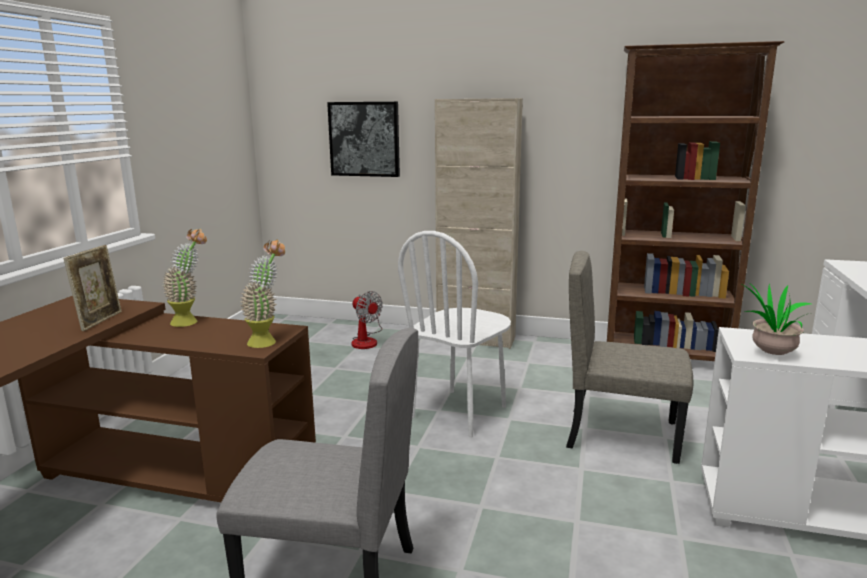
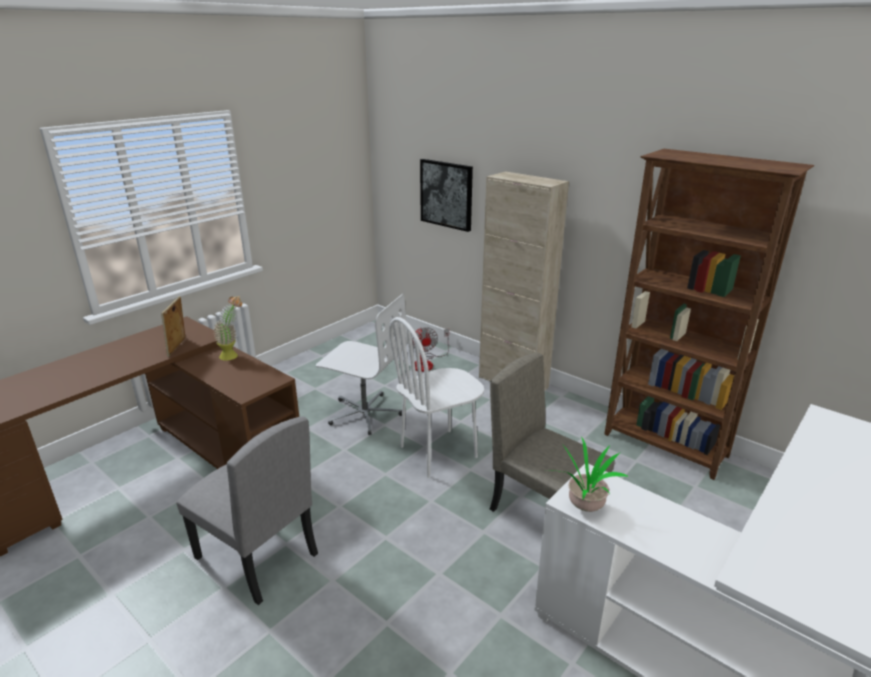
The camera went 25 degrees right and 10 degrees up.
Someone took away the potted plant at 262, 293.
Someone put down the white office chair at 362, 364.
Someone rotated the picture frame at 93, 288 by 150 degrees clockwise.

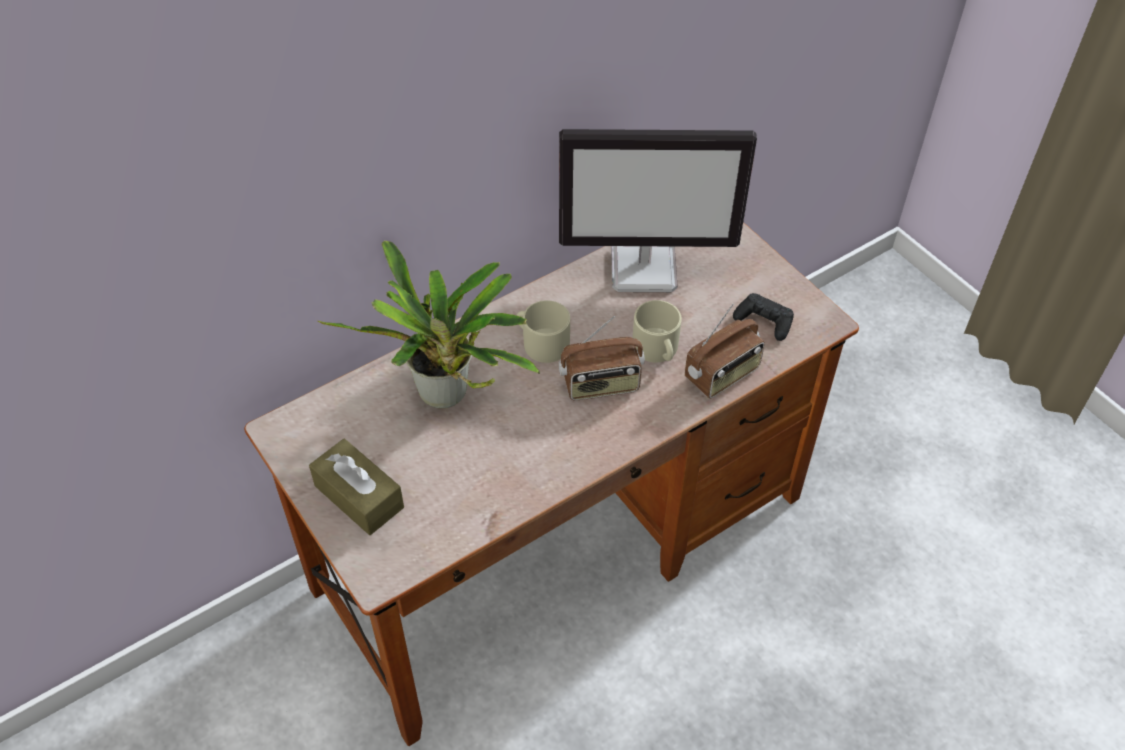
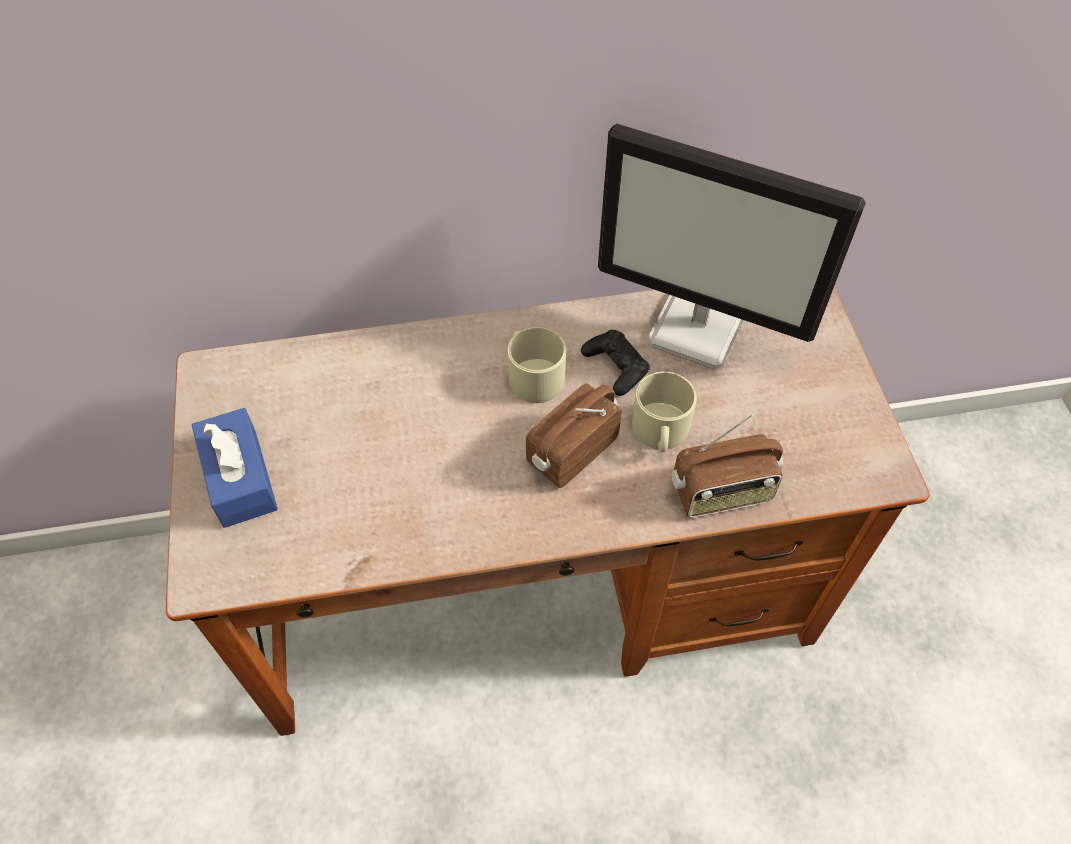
The camera went 25 degrees right and 5 degrees up.
Someone took away the potted plant at 428, 324.
Someone carried the black game controller from 763, 317 to 615, 363.
Someone repainted the brown tissue box at 356, 487, which became the blue tissue box at 235, 468.
Someone rotated the radio at 601, 358 by 120 degrees clockwise.

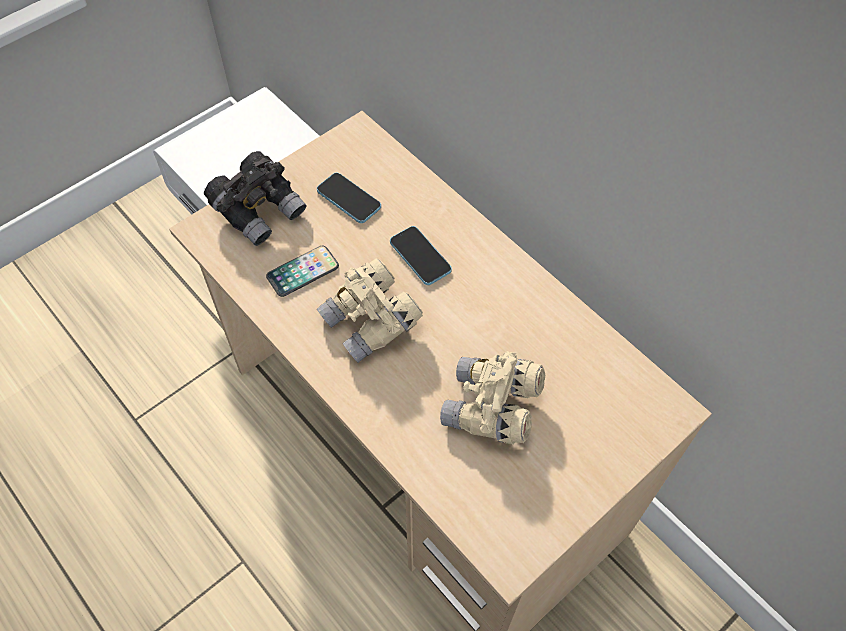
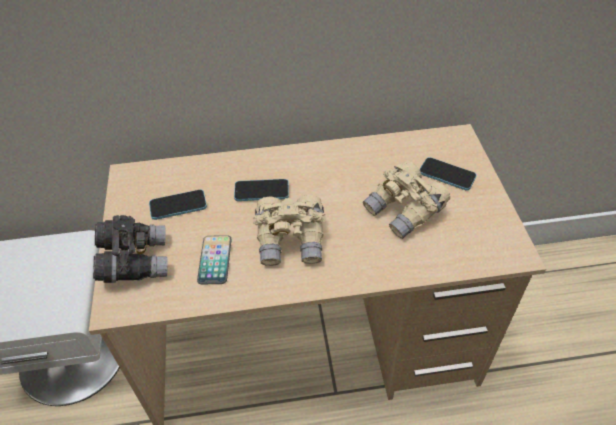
The camera went 55 degrees left and 10 degrees down.
Someone put down the phone at 448, 173.

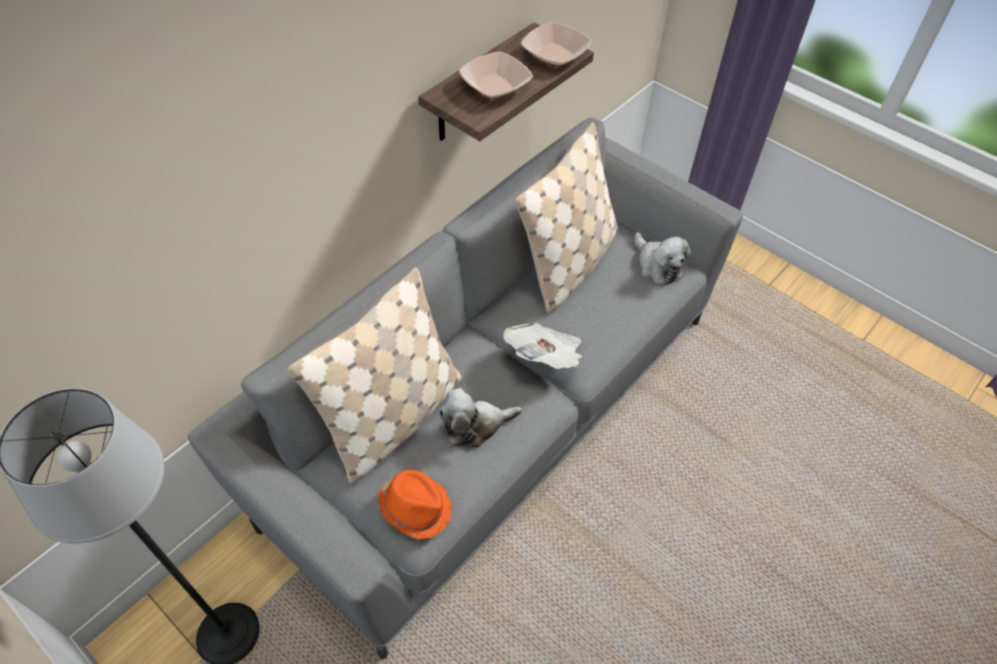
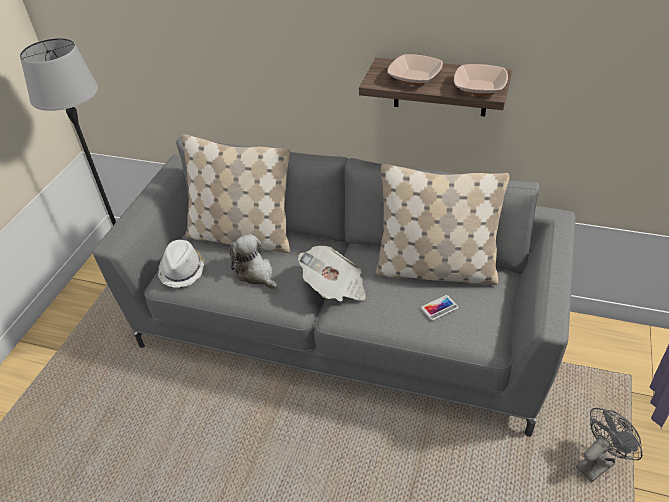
The camera went 70 degrees right and 10 degrees down.
Someone took away the plush toy at 663, 258.
Someone put down the phone at 440, 307.
Someone put down the grey fan at 609, 445.
Someone repainted the orange hat at 415, 505, which became the white hat at 181, 264.

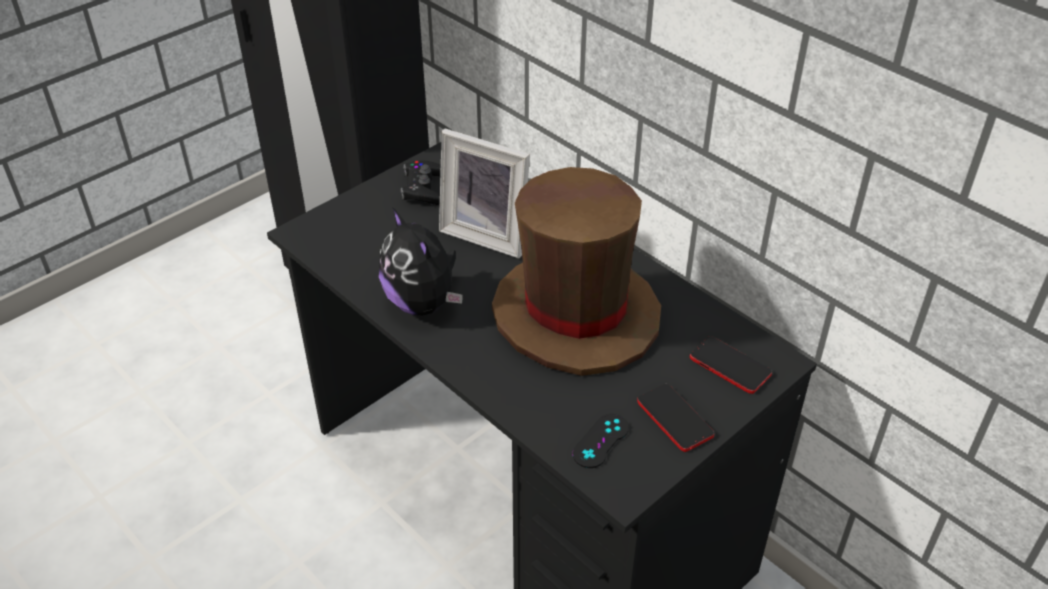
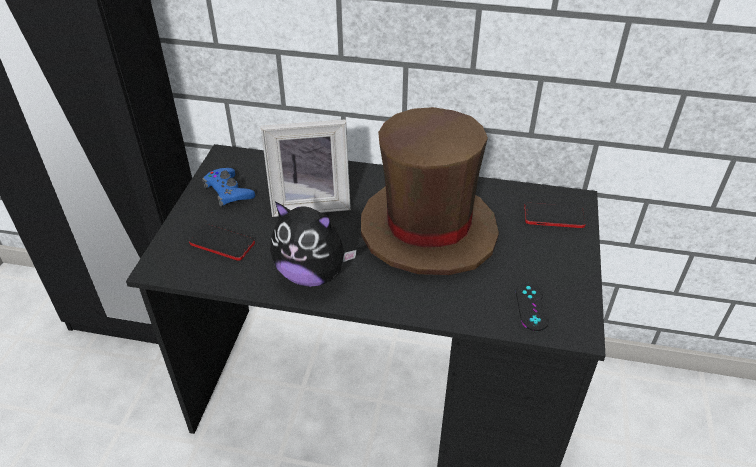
The camera went 35 degrees left and 0 degrees up.
Someone carried the phone from 675, 418 to 222, 242.
Someone repainted the black game controller at 420, 182, which became the blue game controller at 228, 187.

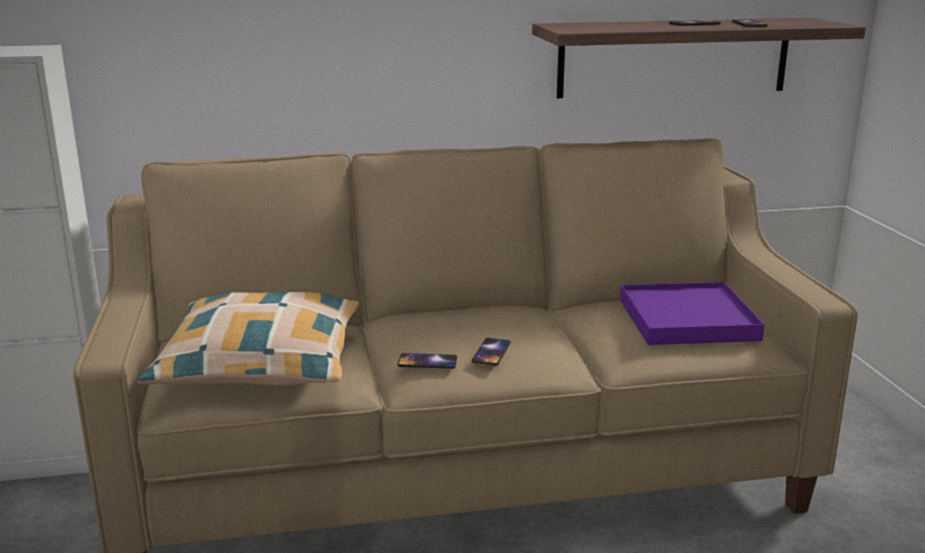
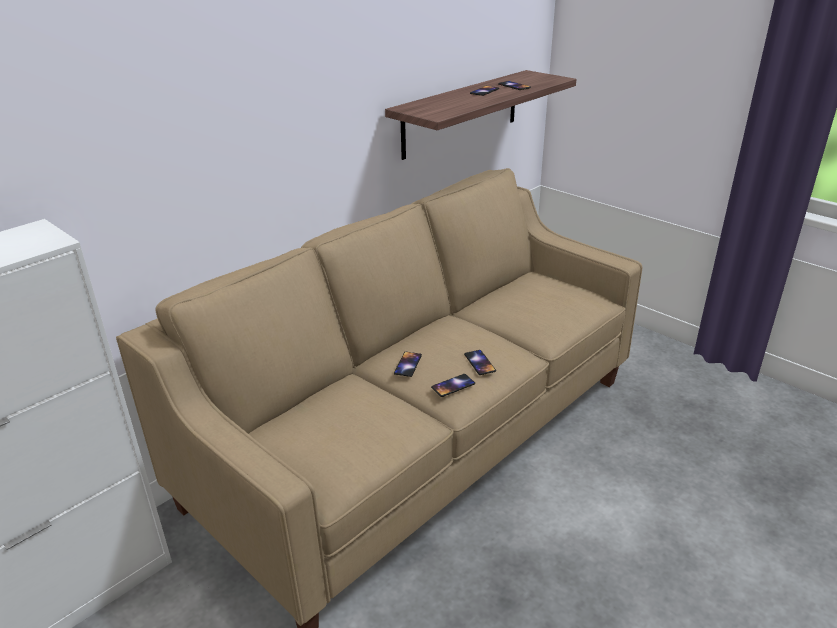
The camera went 35 degrees left and 10 degrees up.
Someone took away the pillow at 248, 339.
Someone took away the purple tray at 692, 313.
Someone put down the phone at 408, 364.

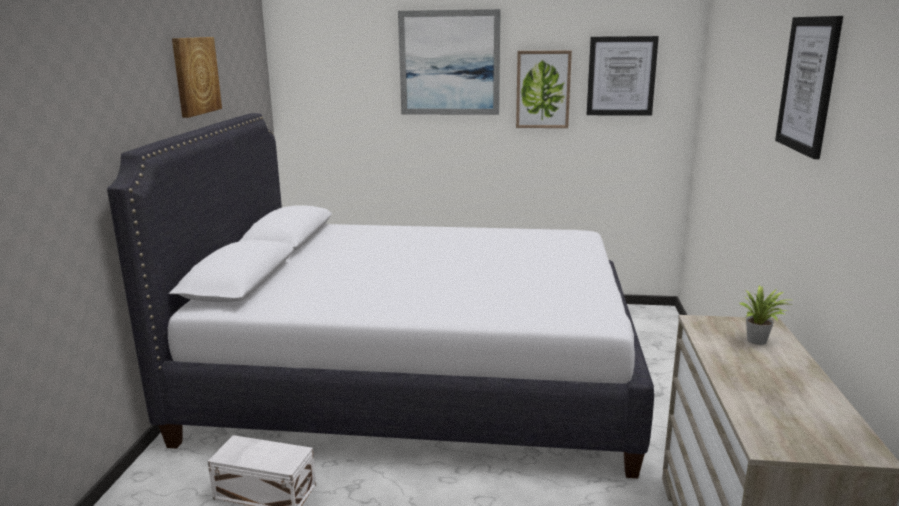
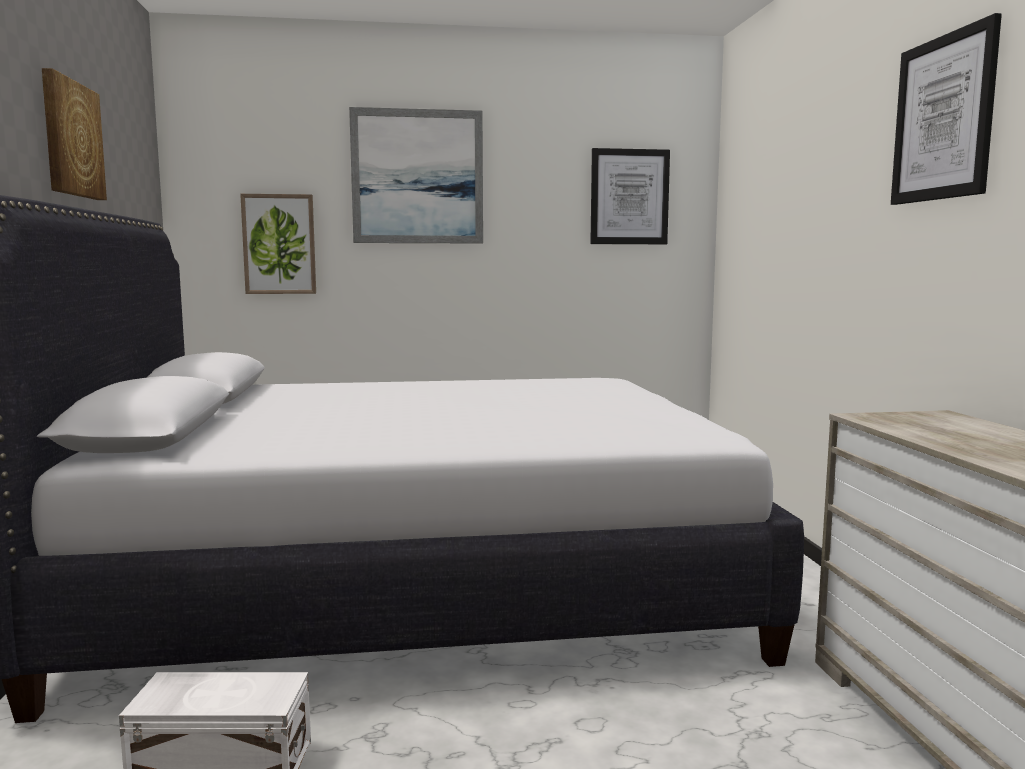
The camera went 15 degrees left and 10 degrees down.
Someone took away the potted plant at 765, 315.
Someone carried the picture from 544, 89 to 278, 244.

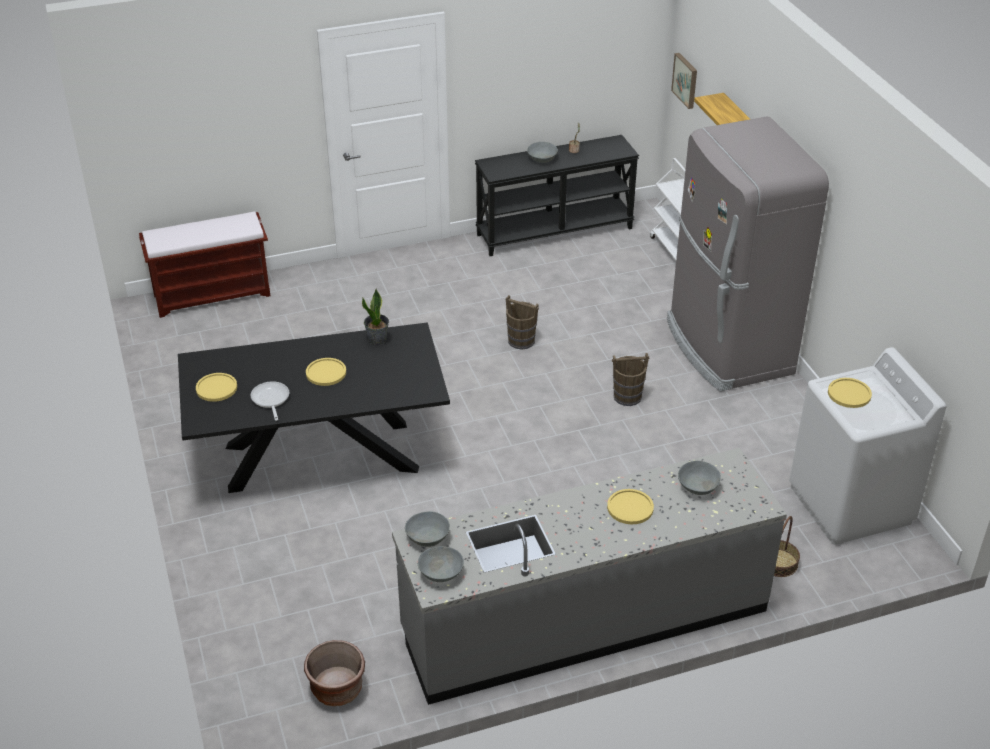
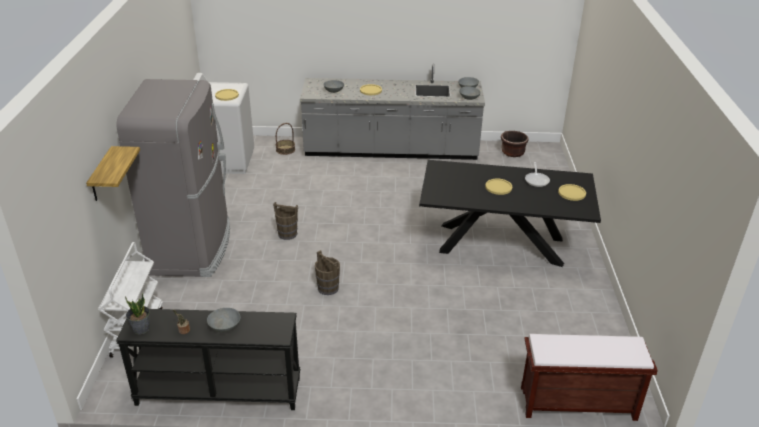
The camera went 160 degrees left and 5 degrees down.
Someone took away the picture at 684, 81.
Someone carried the potted plant from 375, 317 to 137, 313.

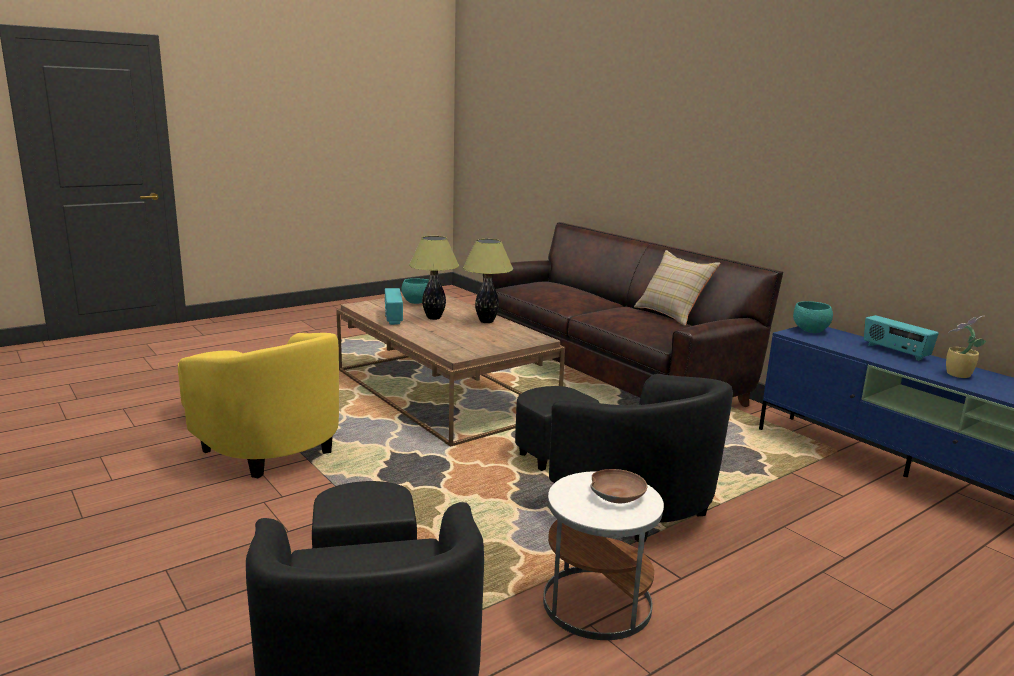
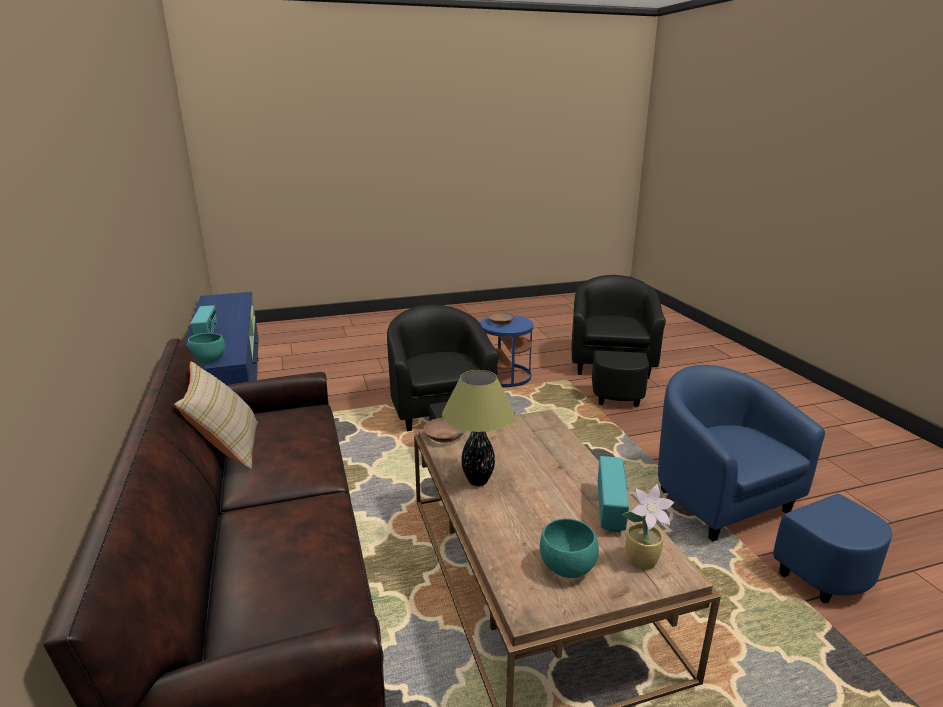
The camera went 160 degrees left and 5 degrees up.
Someone took away the table lamp at 434, 278.
Someone put down the brown bowl at 444, 430.
Someone carried the potted plant from 966, 347 to 648, 527.
Someone repainted the yellow armchair at 258, 406, which became the blue armchair at 775, 484.
Someone repainted the white side table at 603, 555, which became the blue side table at 507, 351.

